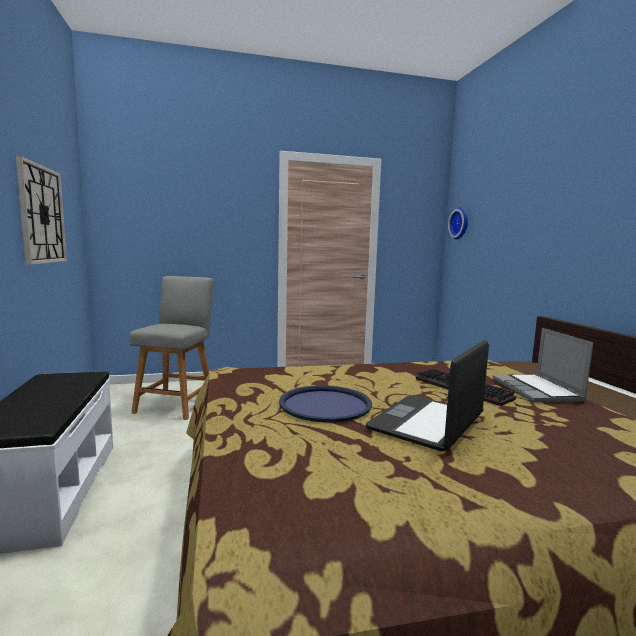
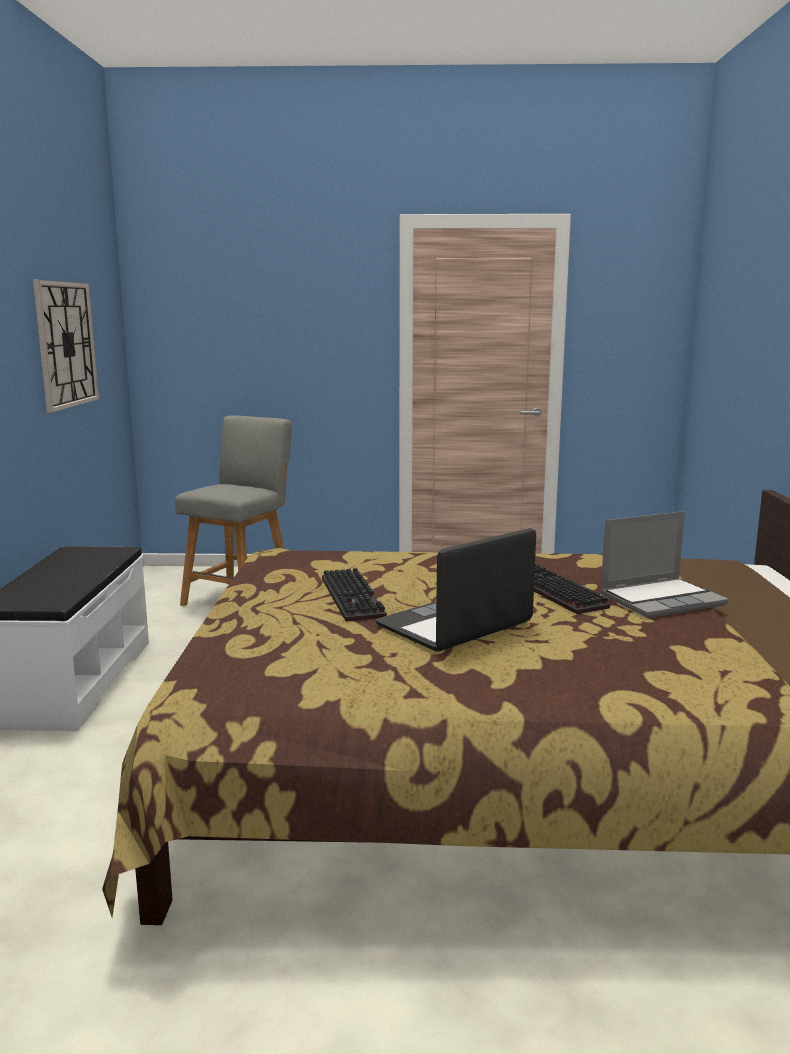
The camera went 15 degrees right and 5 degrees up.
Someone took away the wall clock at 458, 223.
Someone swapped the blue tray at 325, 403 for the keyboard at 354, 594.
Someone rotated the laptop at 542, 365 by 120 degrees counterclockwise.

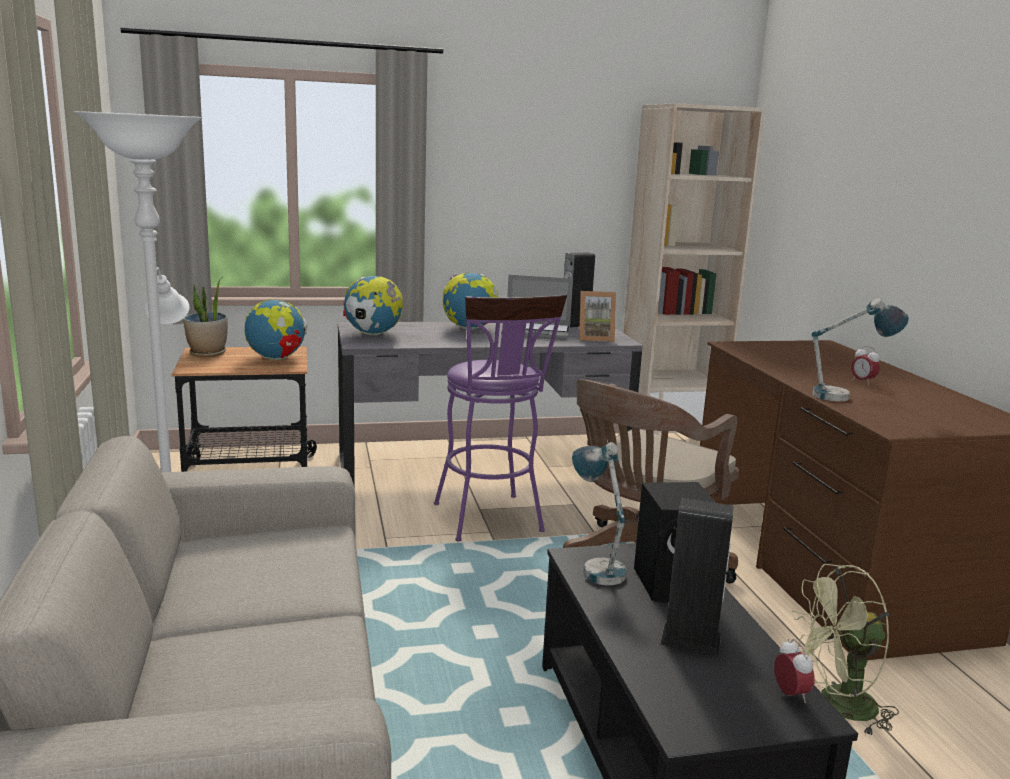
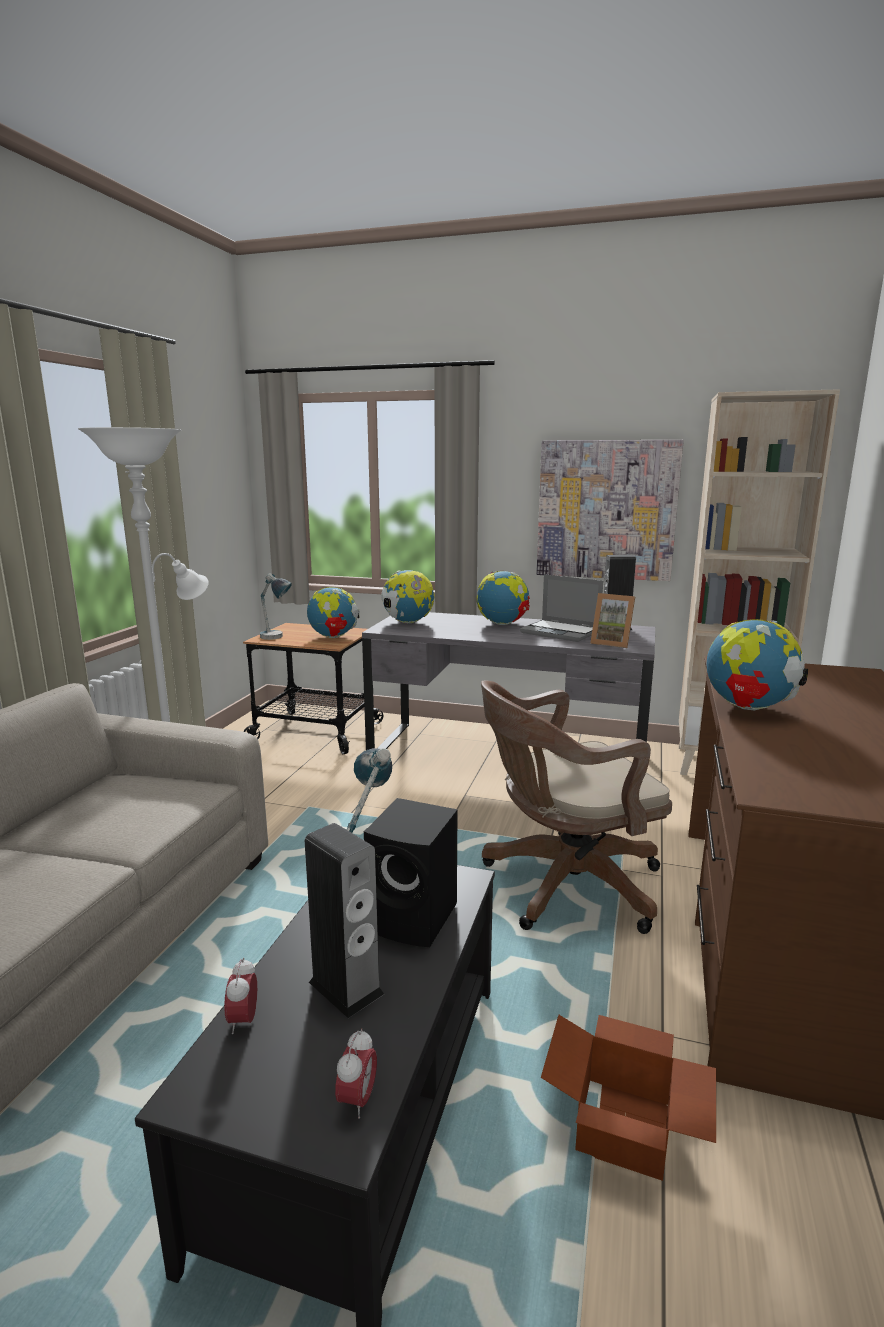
The camera went 30 degrees right and 0 degrees up.
Someone took away the potted plant at 205, 317.
Someone took away the purple stool at 500, 418.
Someone put up the picture at 610, 510.
Someone put down the globe at 757, 665.
Someone carried the table lamp from 860, 350 to 276, 606.
Someone carried the alarm clock from 865, 365 to 240, 996.
Someone swapped the green fan at 845, 650 for the cardboard box at 628, 1098.

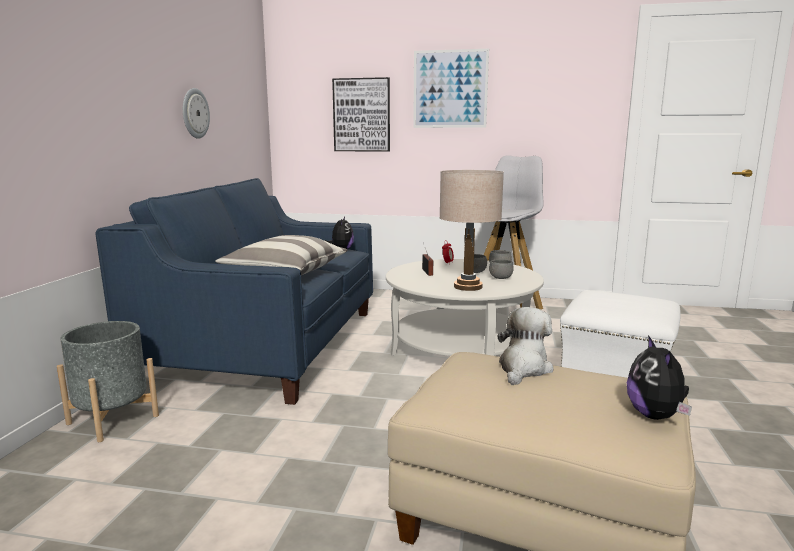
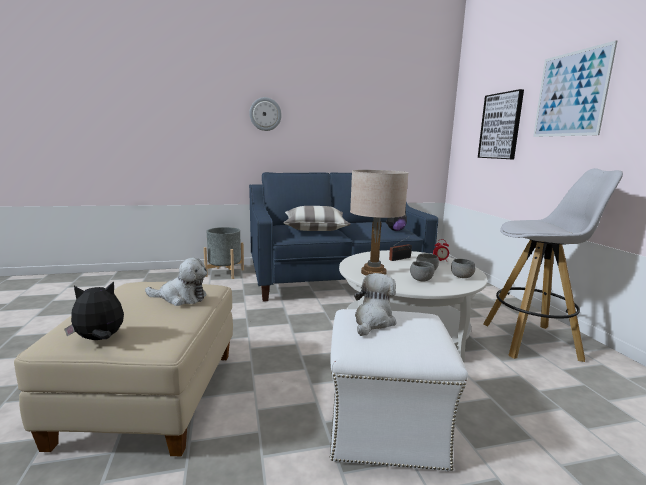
The camera went 65 degrees right and 0 degrees up.
Someone put down the plush toy at 375, 304.
Someone carried the wall clock from 196, 113 to 265, 114.

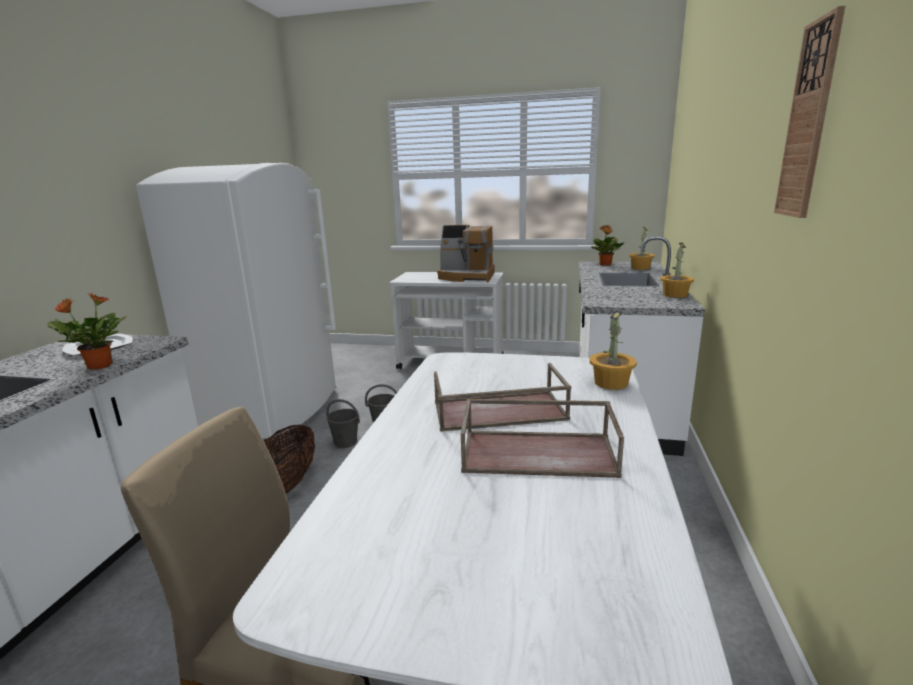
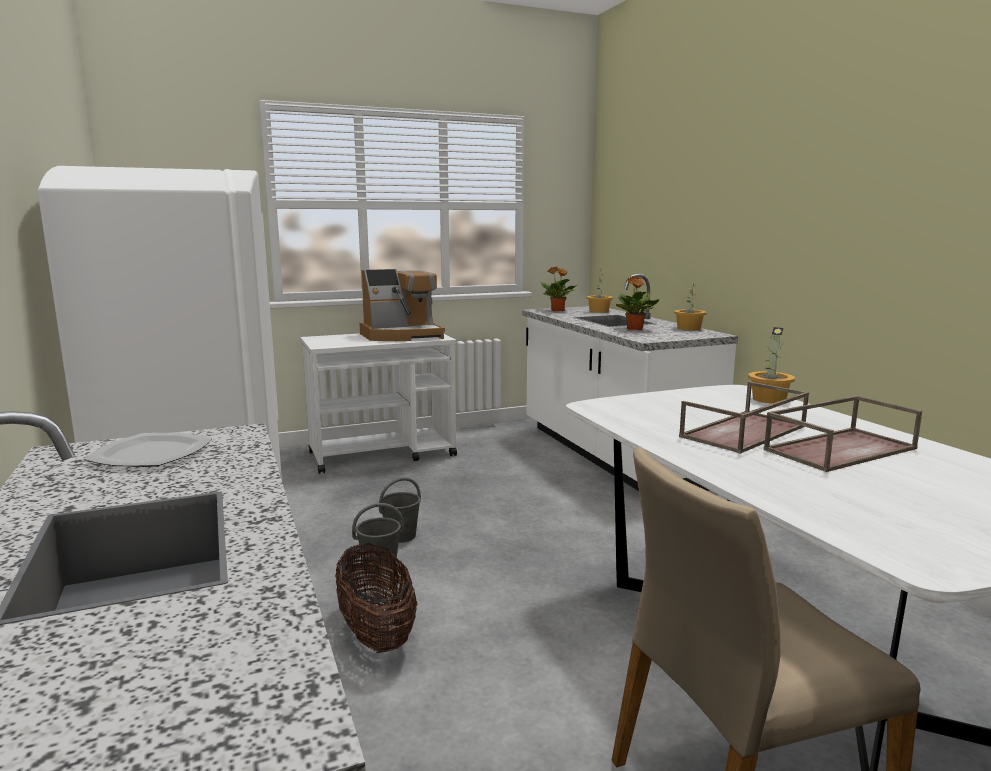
The camera went 35 degrees left and 5 degrees down.
Someone took away the wall clock at 809, 112.
Someone carried the potted plant from 86, 331 to 638, 303.

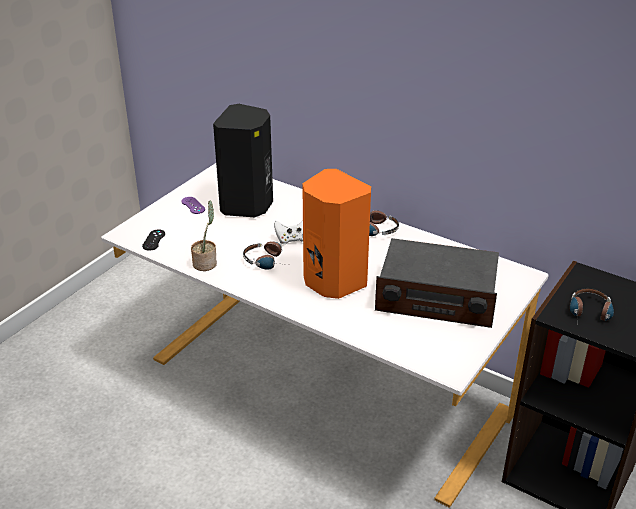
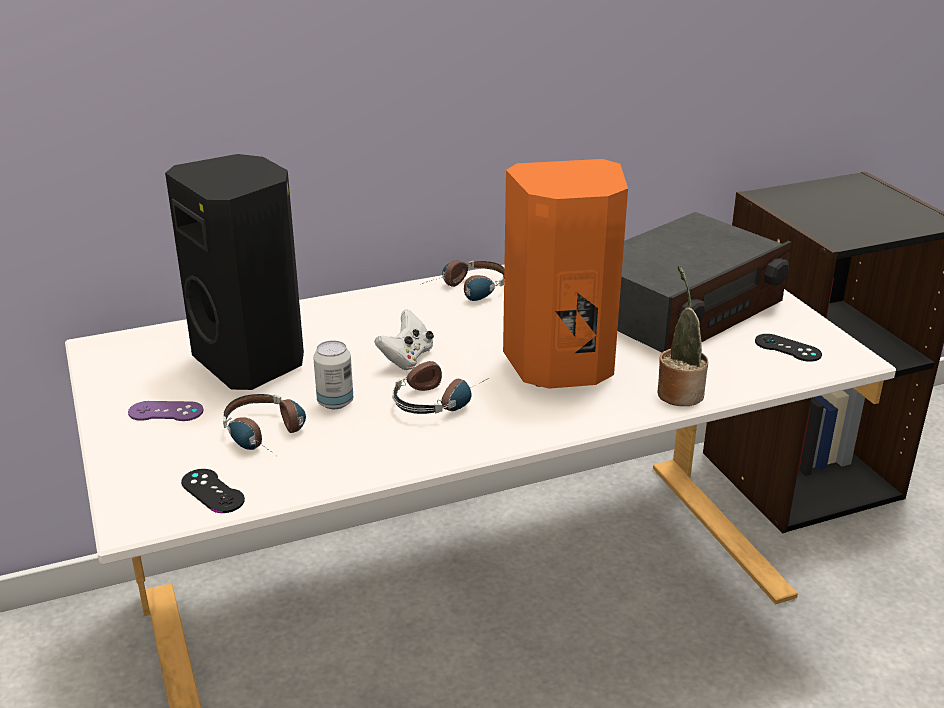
The camera went 55 degrees left and 5 degrees down.
Someone put down the can at 333, 374.
Someone put down the black game controller at 788, 348.
Someone carried the potted plant from 204, 236 to 682, 335.
Someone carried the headphones from 592, 304 to 264, 424.

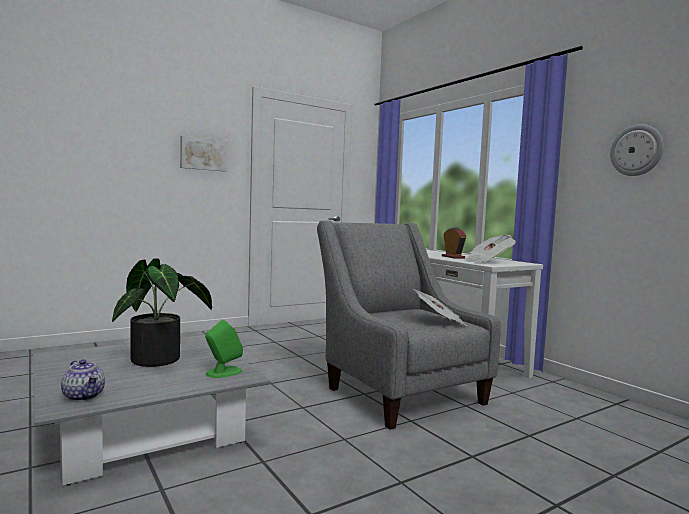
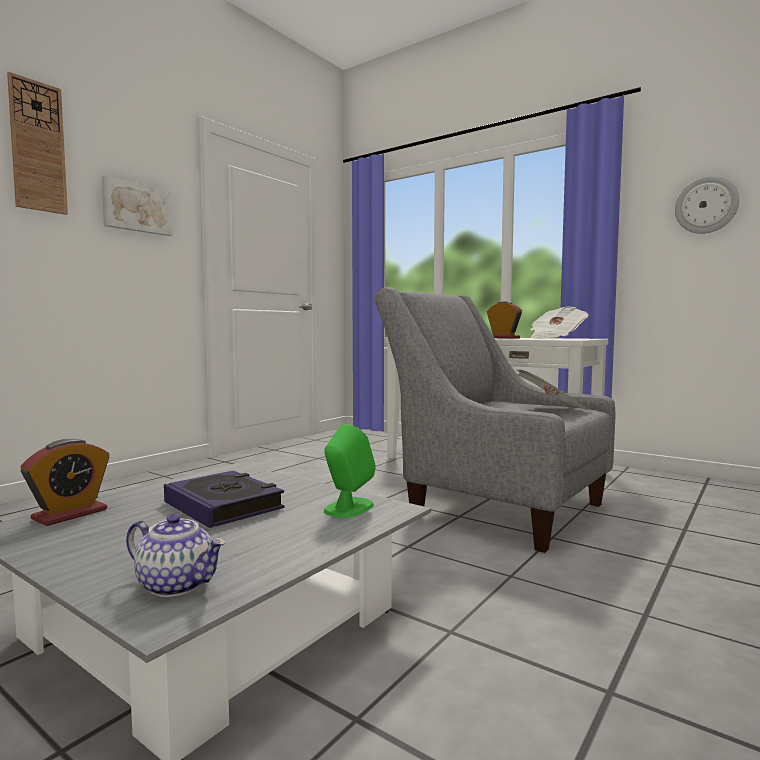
The camera went 20 degrees left and 0 degrees up.
Someone put up the wall clock at 37, 143.
Someone put down the alarm clock at 65, 482.
Someone swapped the potted plant at 162, 312 for the book at 224, 499.

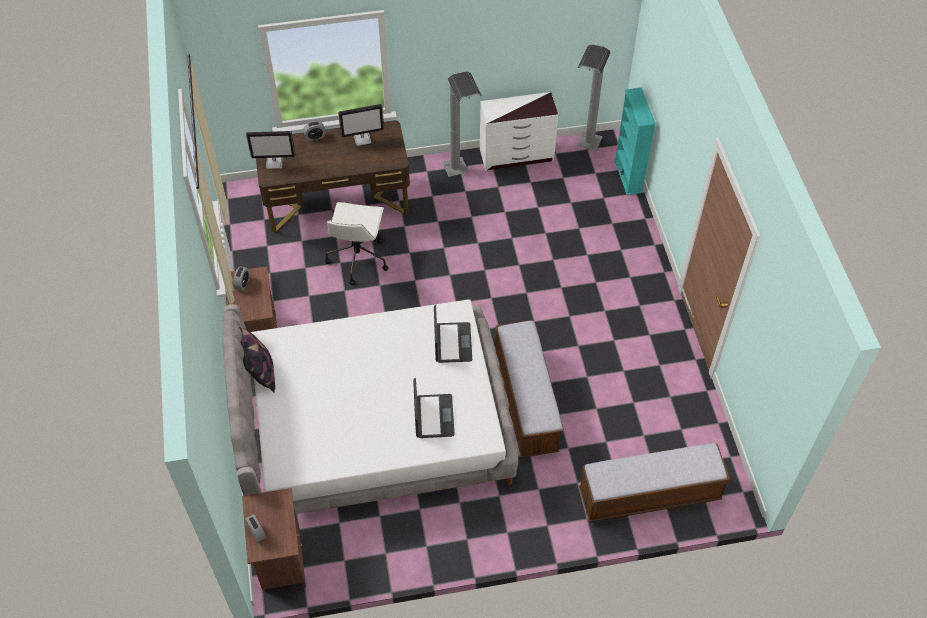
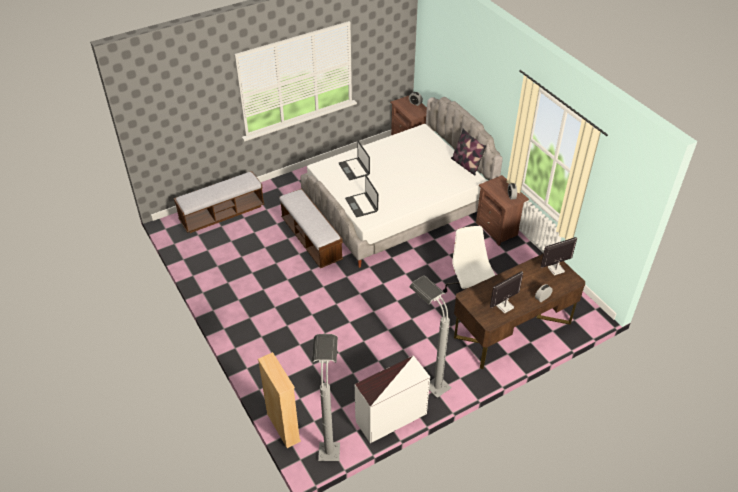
The camera went 160 degrees right and 10 degrees down.
Someone repainted the turquoise bookcase at 635, 141, which became the beige bookcase at 279, 400.

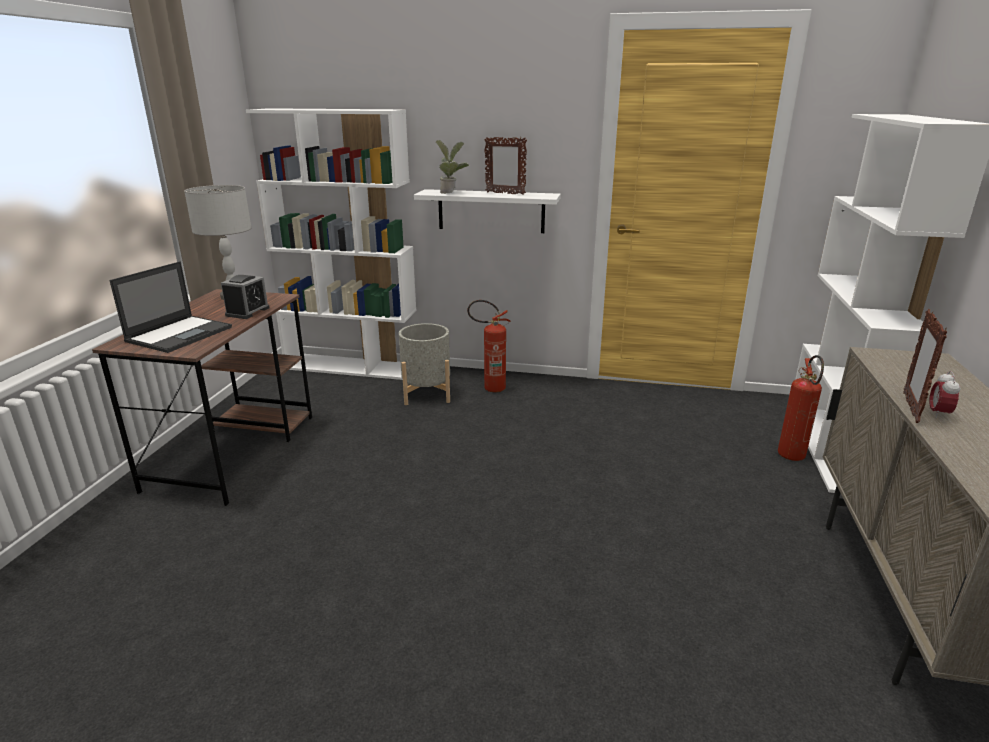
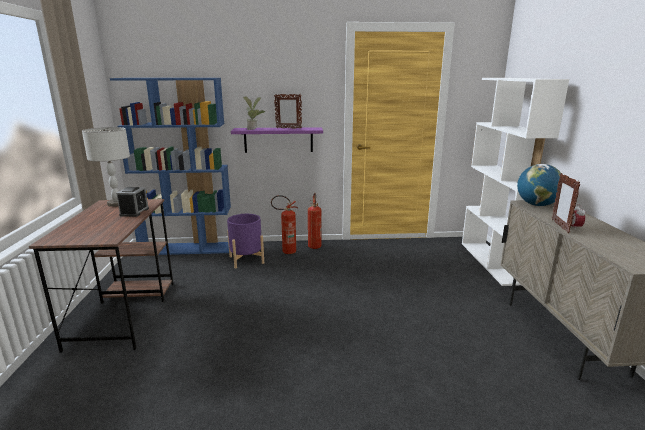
The camera went 15 degrees left and 5 degrees down.
Someone took away the laptop at 170, 307.
Someone put down the globe at 539, 185.
Someone carried the fire extinguisher from 801, 408 to 314, 221.
Someone repainted the white bookcase at 331, 244, which became the blue bookcase at 170, 166.
Someone repainted the grey planter at 424, 364, which became the purple planter at 245, 241.
Someone repainted the white shelf at 487, 211, which became the purple shelf at 277, 140.

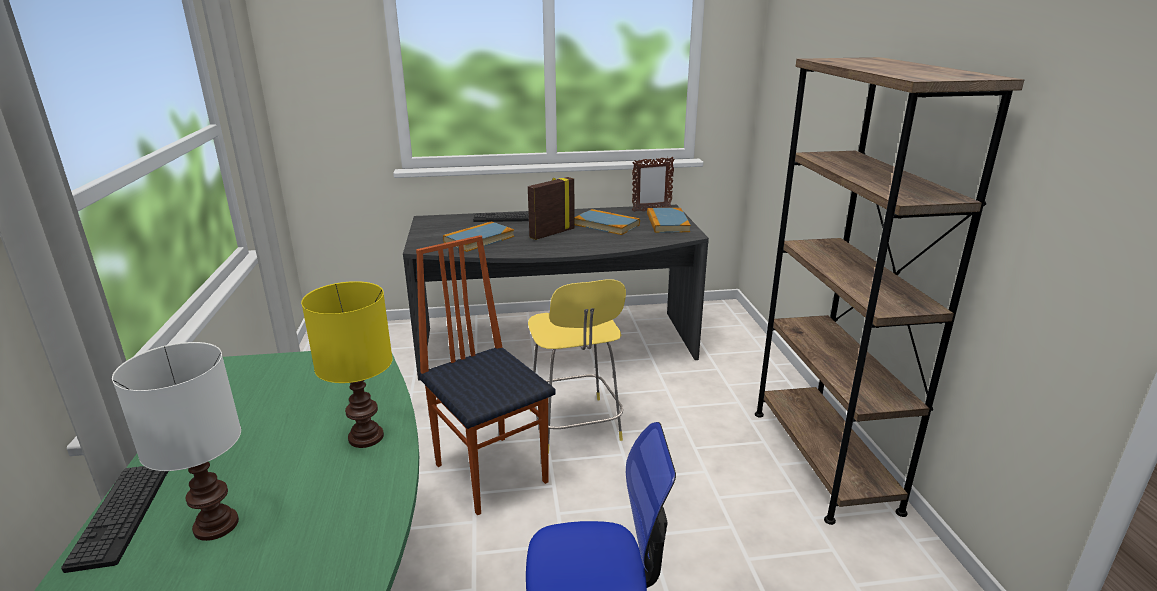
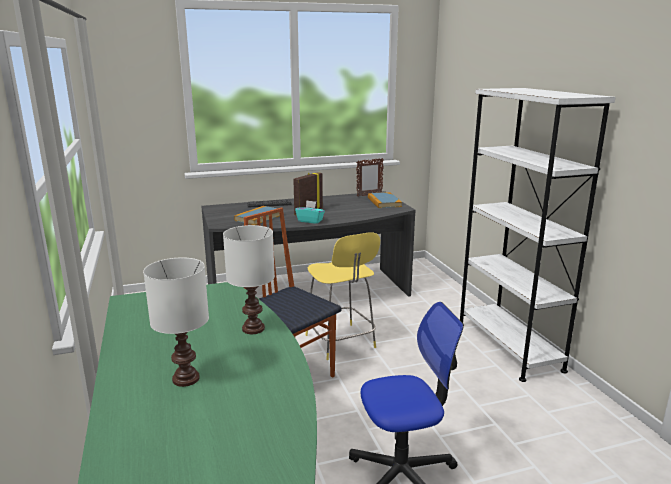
The camera went 10 degrees left and 5 degrees down.
Someone took away the keyboard at 114, 519.
Someone took away the book at 607, 222.
Someone put down the turquoise tissue box at 310, 212.
Someone repainted the yellow table lamp at 347, 364, which became the white table lamp at 249, 279.
Someone repainted the brown bookcase at 889, 291, which became the white bookcase at 537, 235.

